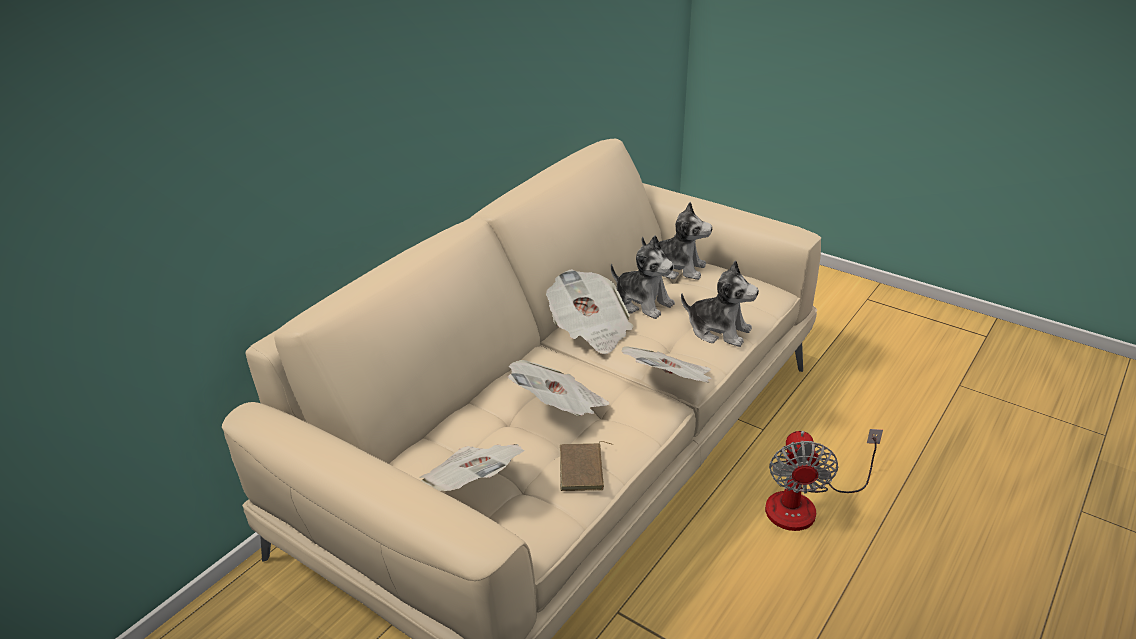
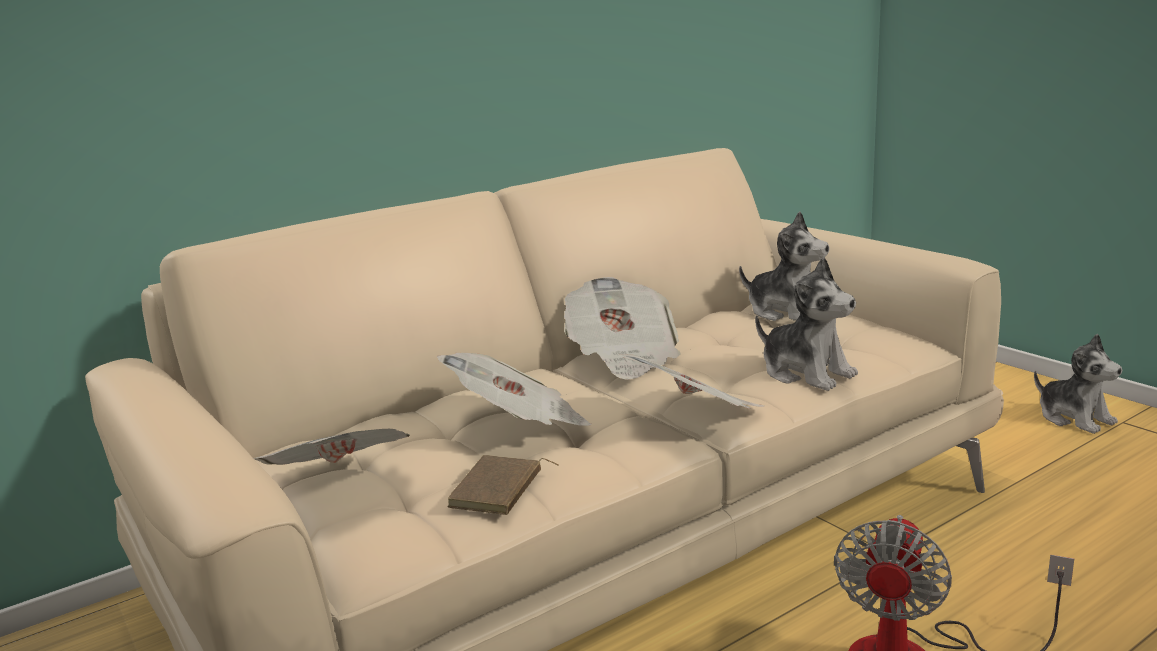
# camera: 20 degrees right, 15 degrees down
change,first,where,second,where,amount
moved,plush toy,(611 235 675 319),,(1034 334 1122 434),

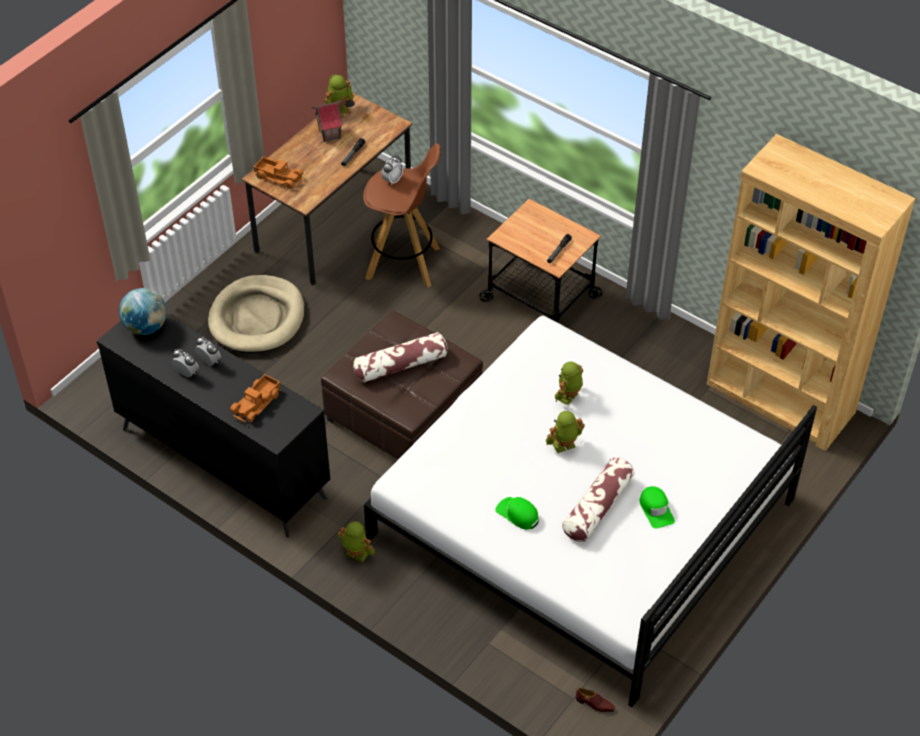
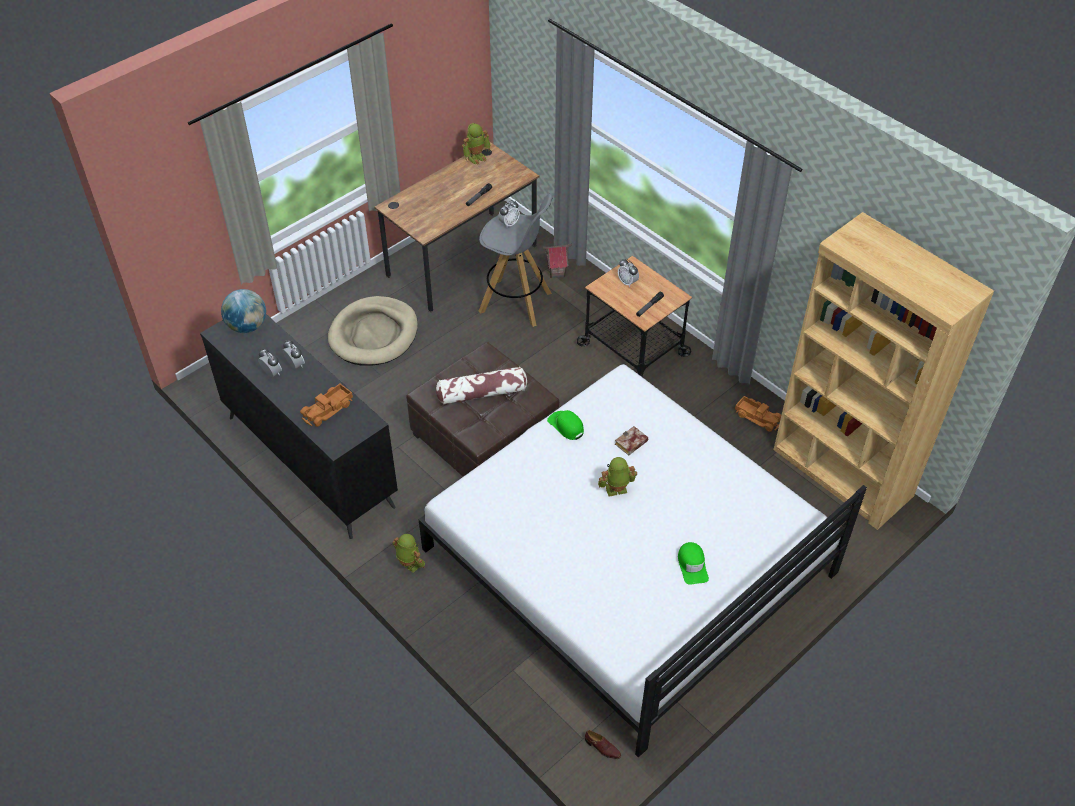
# camera: 10 degrees right, 0 degrees up
change,first,where,second,where,amount
removed,cushion,(562 457 635 542),,,
added,,,bedside clock,(618 259 639 287),
moved,toy truck,(254 157 304 189),,(735 396 781 432),
moved,miniature house,(311 100 344 142),,(542 244 572 278),
moved,green-coloured cap,(495 497 539 530),,(547 410 584 440),
replaced,toy robot,(555 361 583 405),volume,(615 426 648 455),
recoloured,brown stool,(363 143 441 287),grey stool,(479 193 553 327),

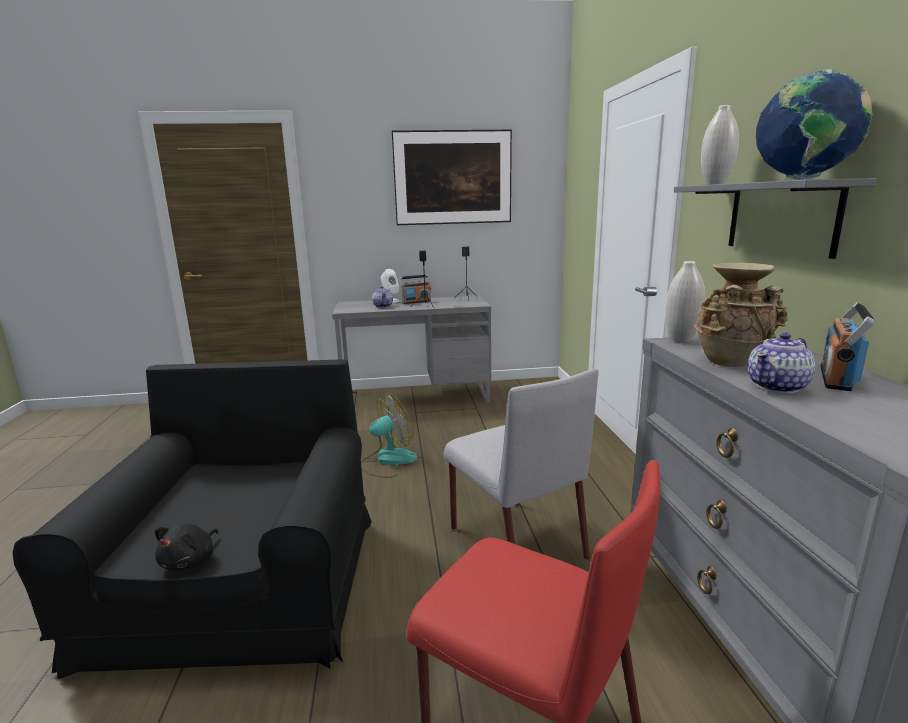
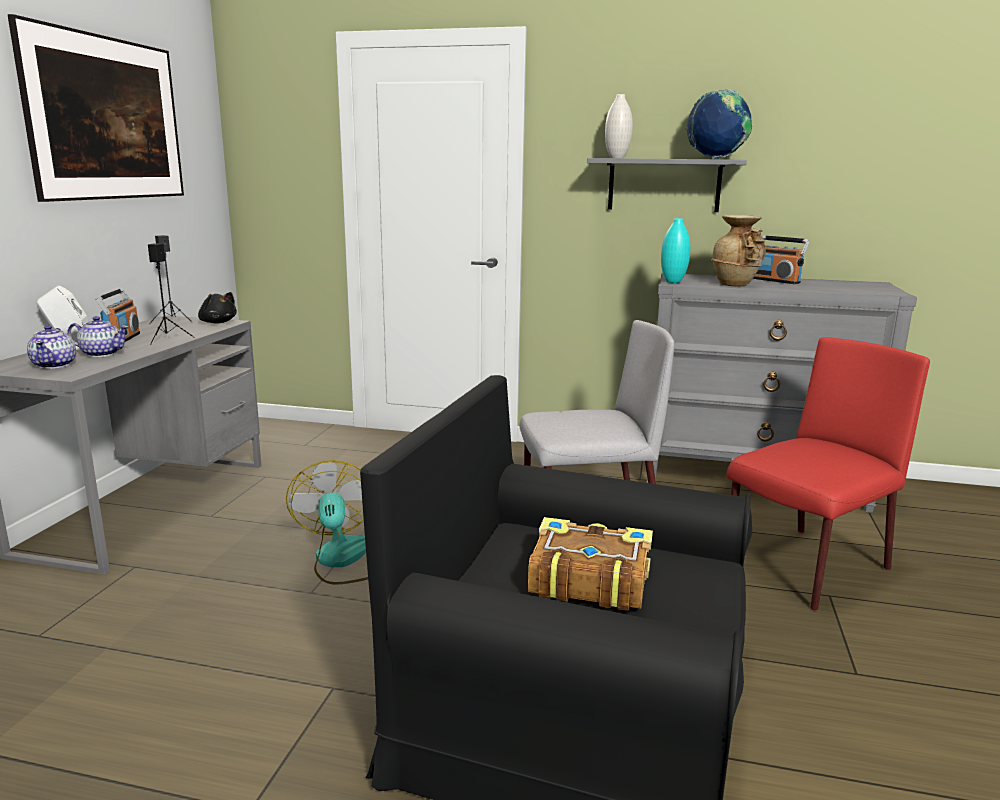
# camera: 70 degrees left, 0 degrees up
change,first,where,second,where,amount
added,,,volume,(528 517 653 611),
moved,black-coloured plush toy,(155 523 218 570),,(198 292 237 324),
moved,teapot,(747 333 815 393),,(27 325 76 369),
recoloured,white-coloured flower vase,(665 261 705 343),turquoise-coloured flower vase,(661 218 691 283),

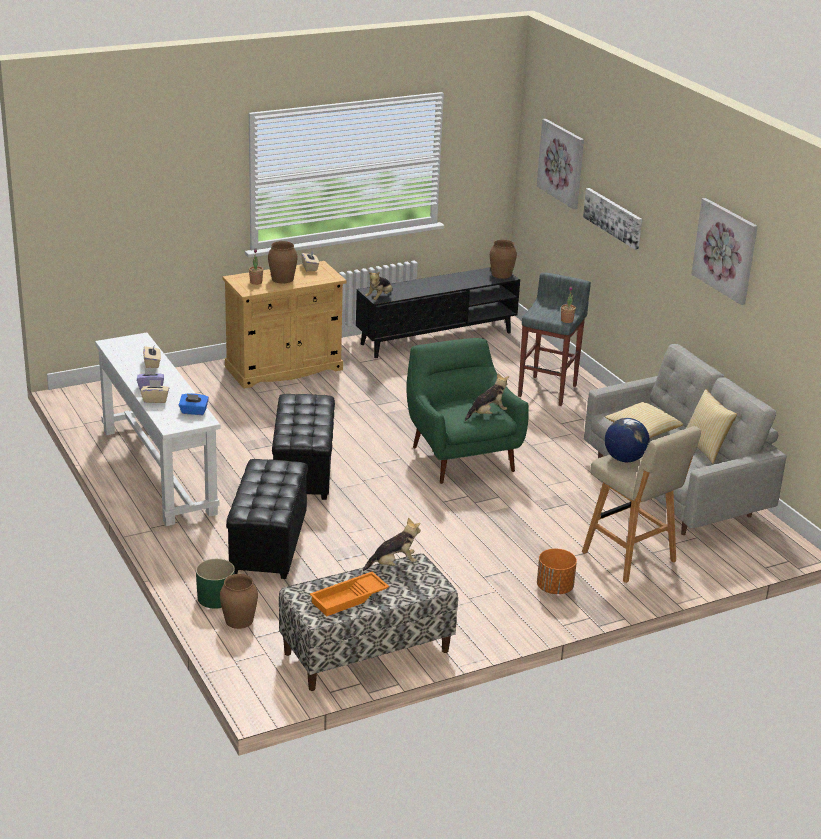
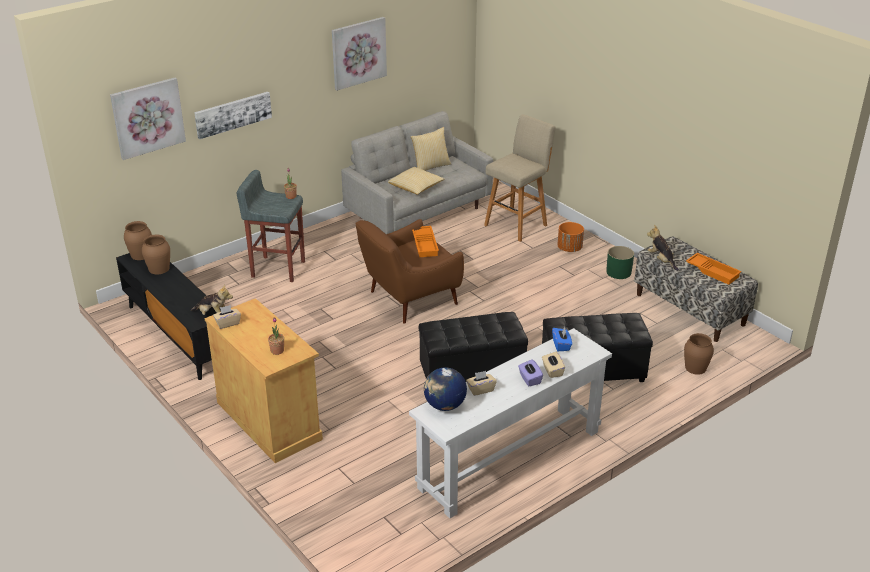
# camera: 100 degrees left, 5 degrees up
change,first,where,second,where,amount
moved,green-coloured flower pot,(196 559 235 609),,(606 246 634 279),
moved,brown flower vase,(268 241 298 283),,(142 235 170 274),
moved,desk globe,(605 418 650 462),,(424 367 467 411),
replaced,plush toy,(465 373 509 421),orange-coloured tray,(412 226 439 257),
recoloured,green-coloured easy chair,(406 338 529 484),brown easy chair,(355 219 464 324),

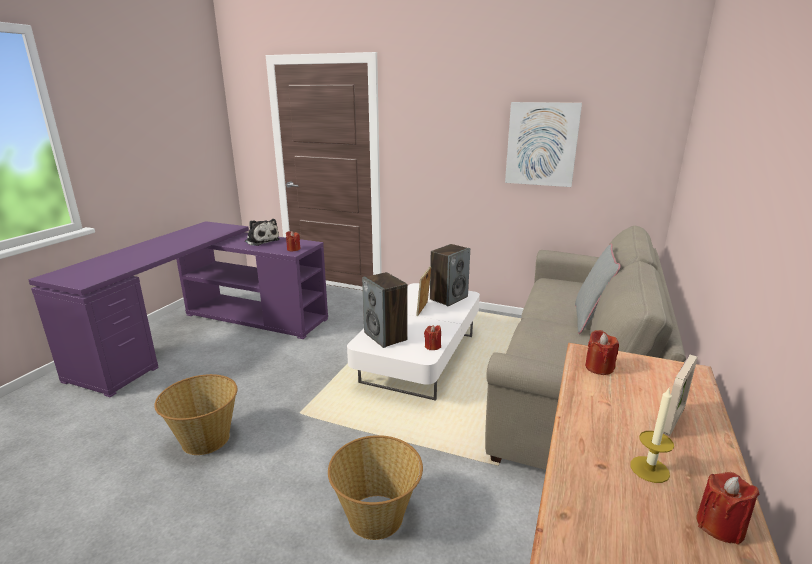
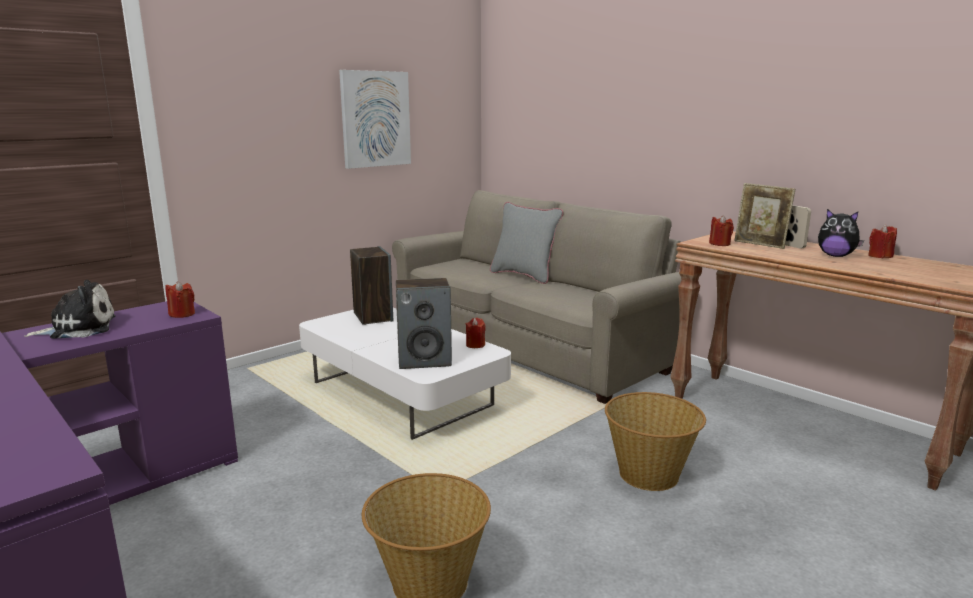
# camera: 65 degrees left, 5 degrees down
change,first,where,second,where,amount
moved,picture frame,(416 266 431 316),,(735 183 795 249),
replaced,wax light,(630 387 674 483),plush toy,(818 209 864 257),

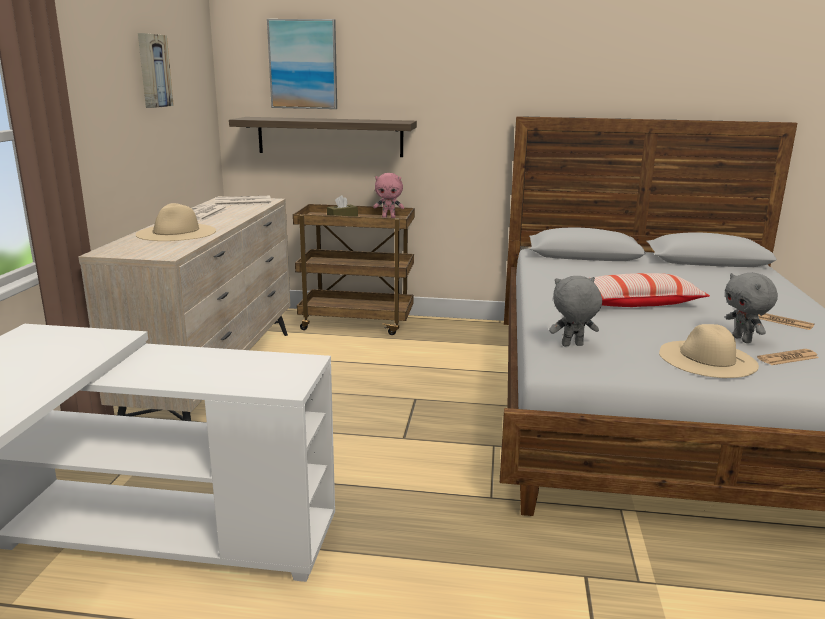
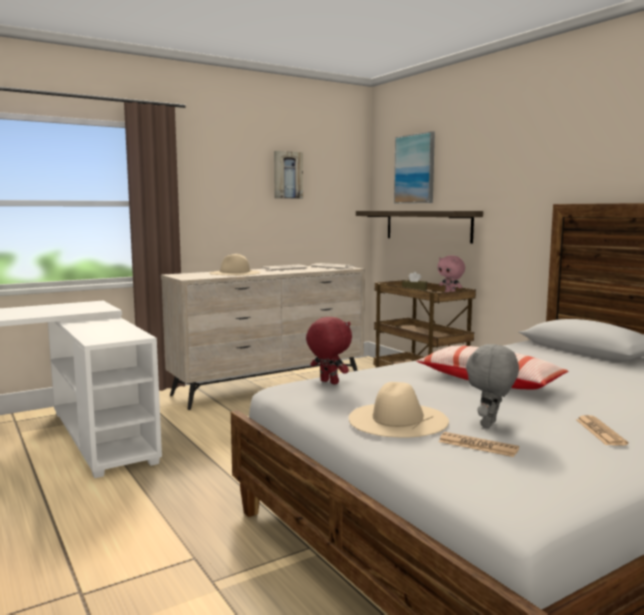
# camera: 50 degrees right, 10 degrees down
change,first,where,second,where,amount
recoloured,grey plush toy,(549 276 602 346),red-coloured plush toy,(306 317 352 384),

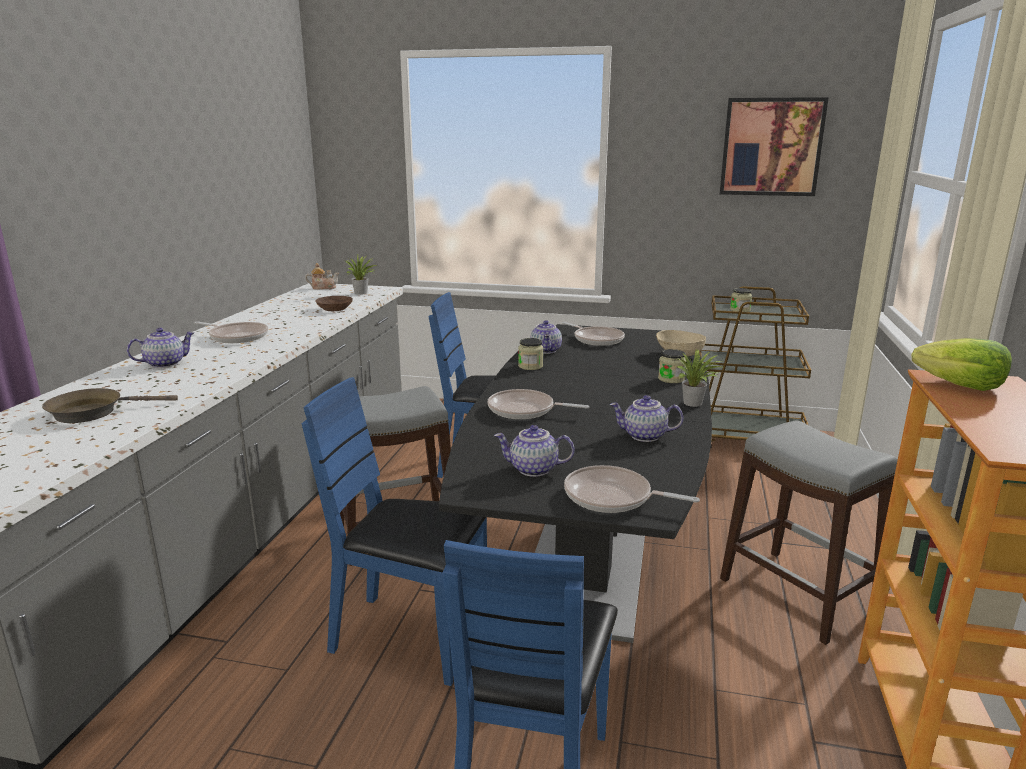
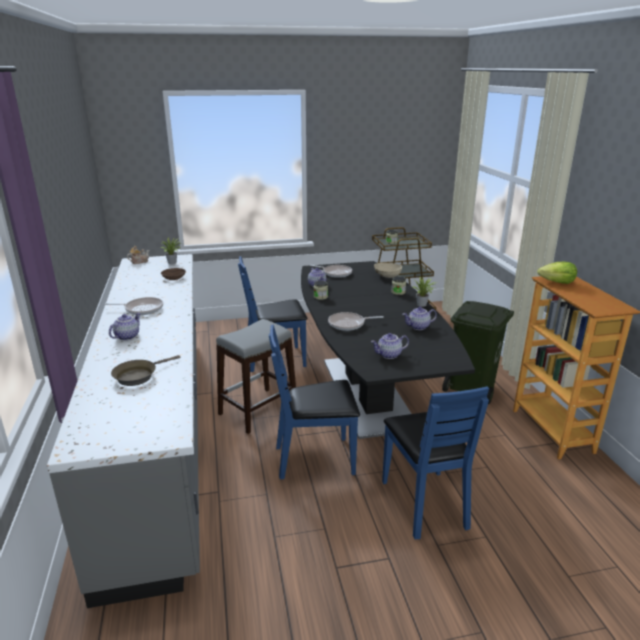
# camera: 25 degrees left, 5 degrees up
change,first,where,second,where,amount
removed,skillet,(564 465 700 513),,,
removed,wall art,(720 97 829 196),,,
replaced,grey stool,(720 421 898 645),green-coloured rubbish bin,(442 301 514 404),

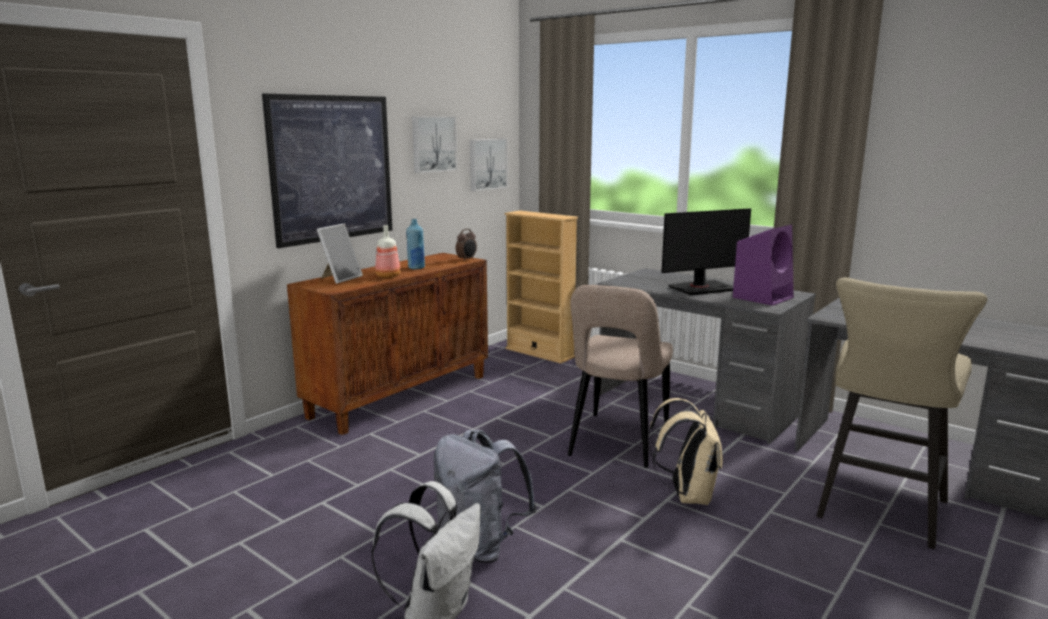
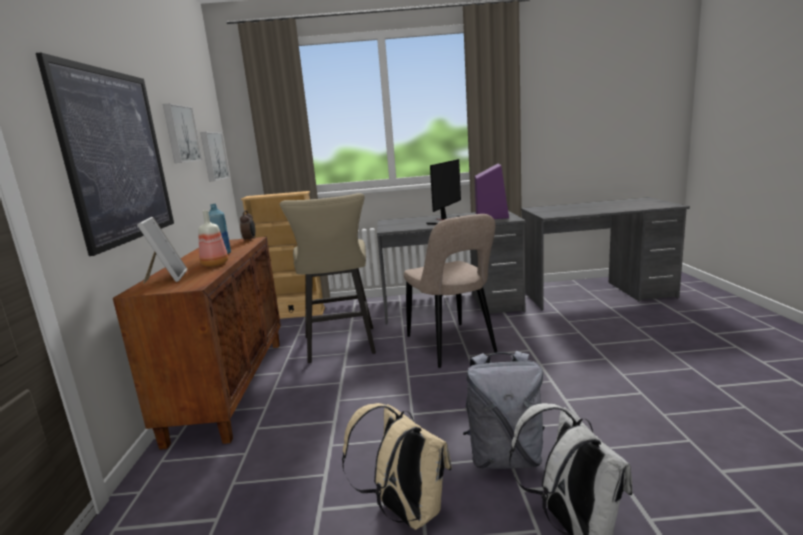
# camera: 40 degrees left, 0 degrees up
change,first,where,second,where,amount
moved,beige rucksack,(647 398 723 505),,(342 403 452 530),
moved,beige stool,(817 278 987 549),,(280 193 376 363),

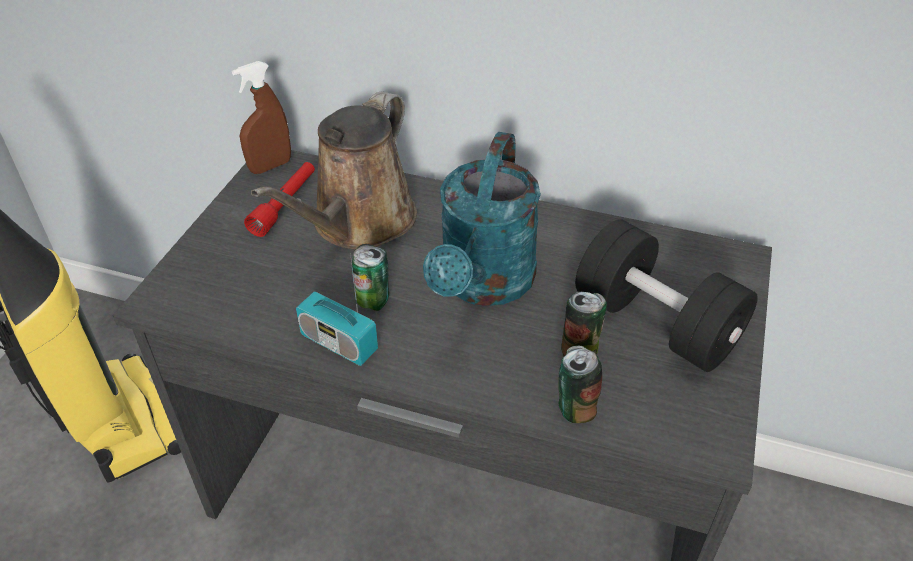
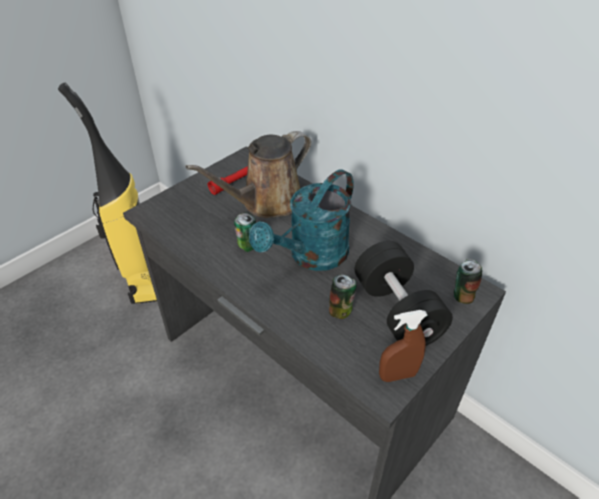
# camera: 25 degrees right, 0 degrees up
change,first,where,second,where,amount
removed,radio receiver,(296 253 378 366),,,
moved,brown spray bottle,(232 61 291 174),,(379 310 428 382),
moved,metal can,(558 346 602 423),,(454 259 482 304),

